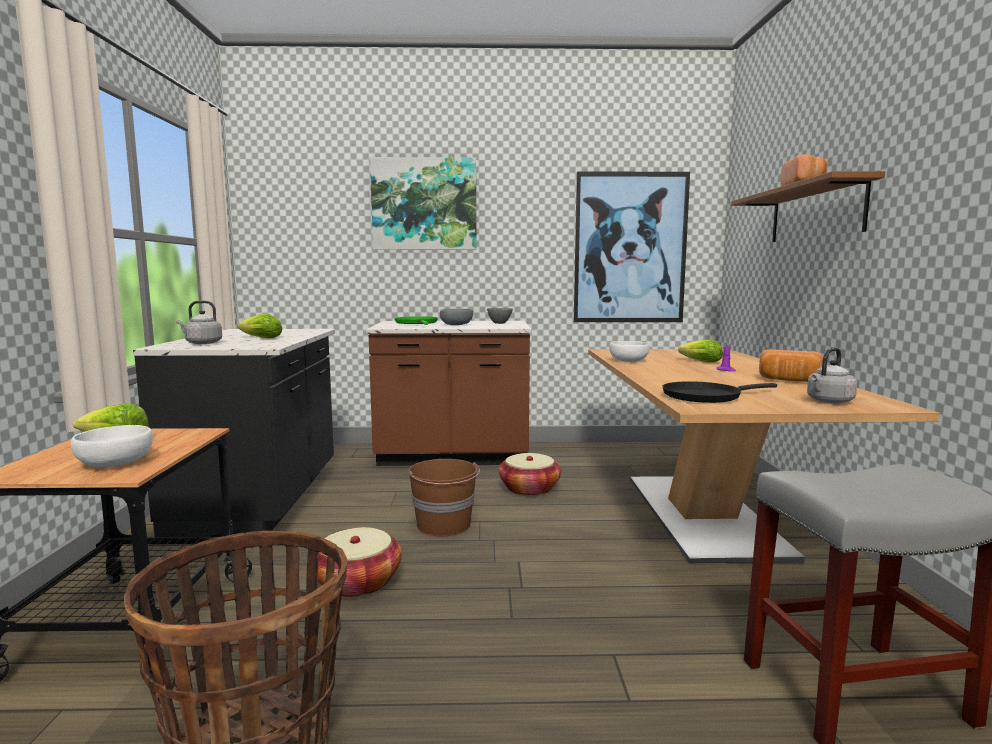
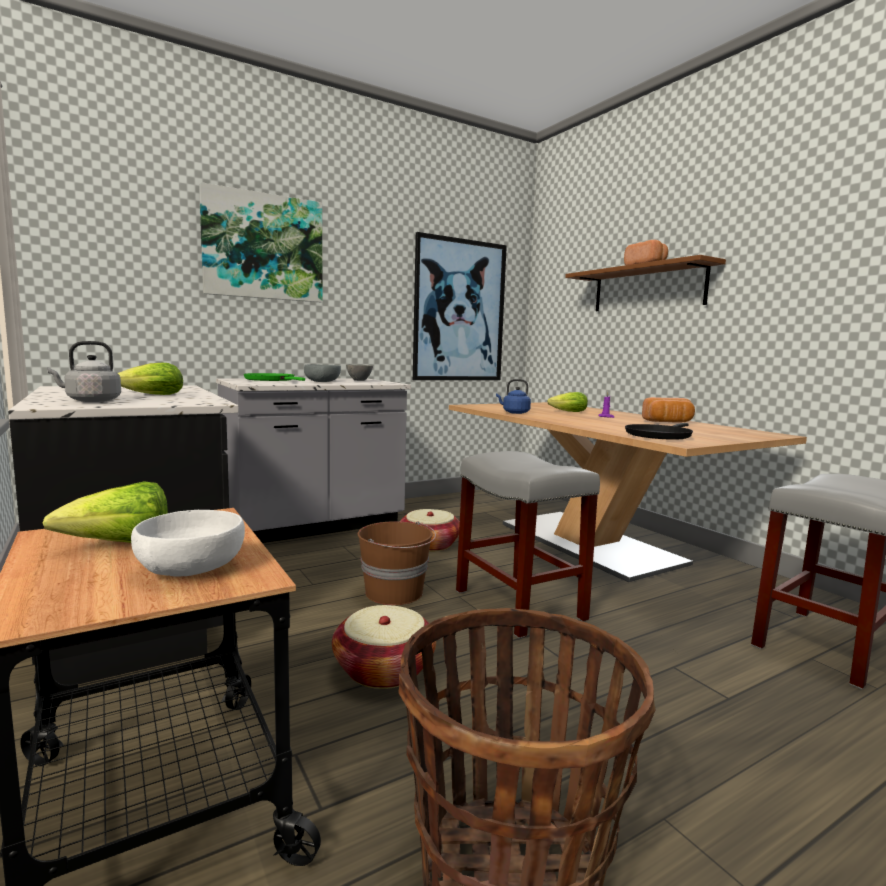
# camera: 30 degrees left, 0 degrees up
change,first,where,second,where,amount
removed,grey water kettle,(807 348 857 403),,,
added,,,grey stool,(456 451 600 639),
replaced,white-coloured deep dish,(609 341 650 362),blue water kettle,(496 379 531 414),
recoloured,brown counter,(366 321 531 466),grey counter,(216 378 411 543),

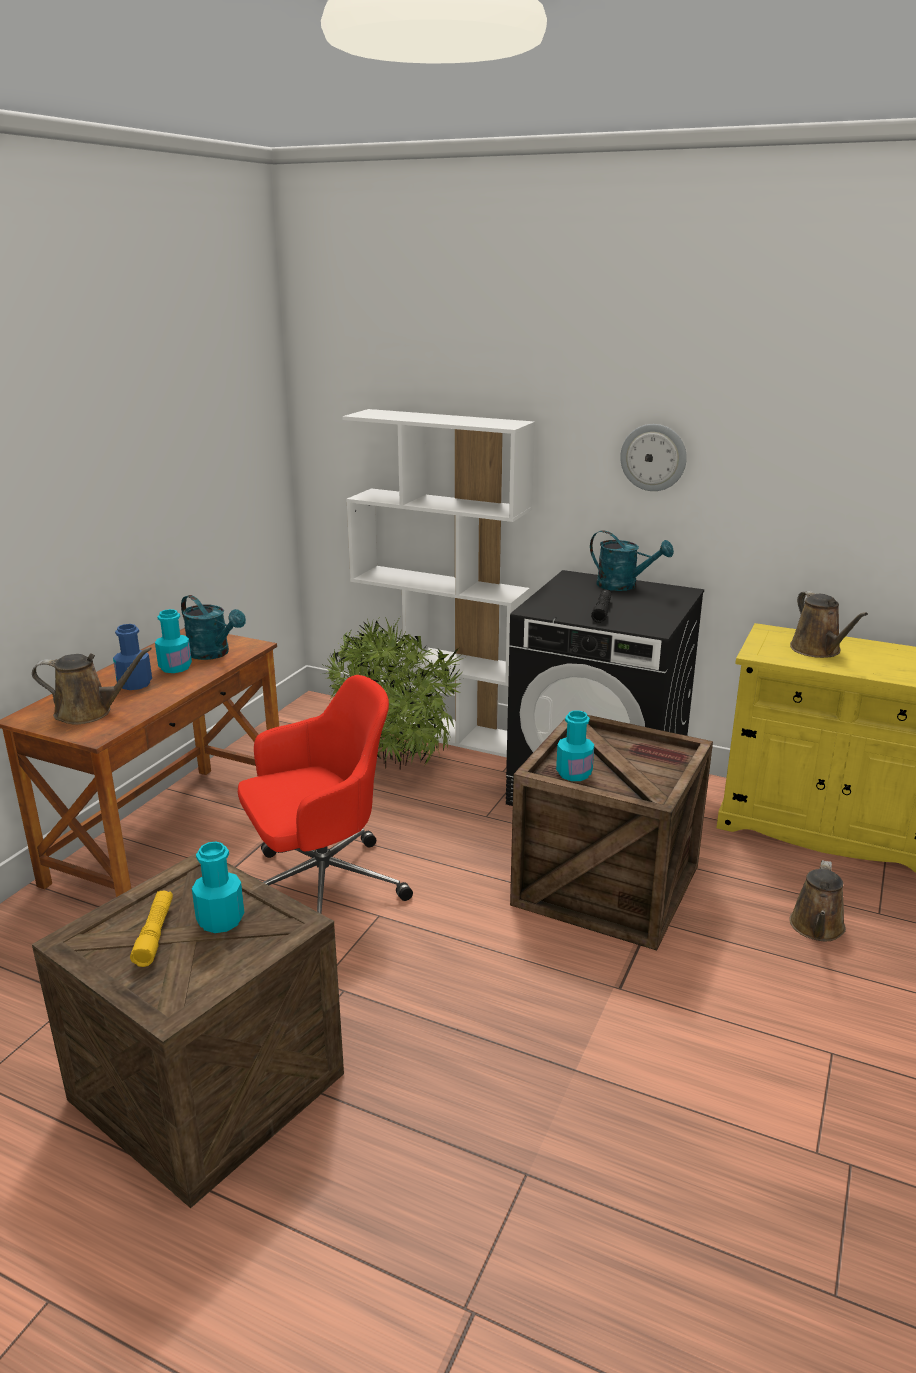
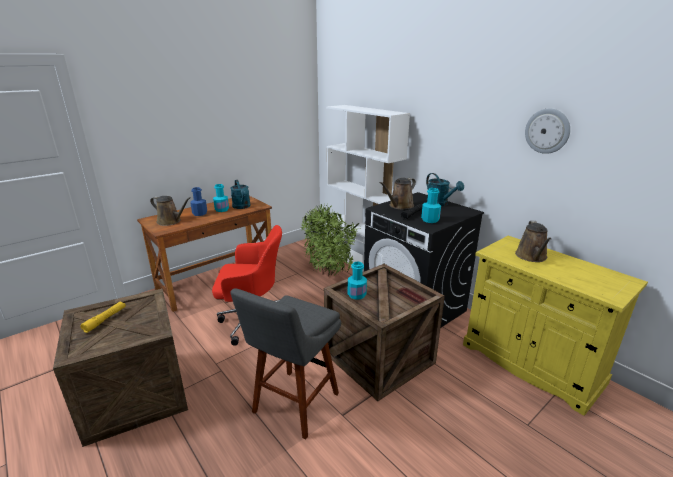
# camera: 25 degrees right, 0 degrees up
change,first,where,second,where,amount
added,,,grey stool,(230 289 341 439),
moved,turquoise-coloured drink bottle,(192 841 244 933),,(421 188 441 223),
moved,wall clock,(620 424 687 491),,(525 109 570 154),
moved,brown watering pot,(789 860 846 941),,(379 178 416 210),

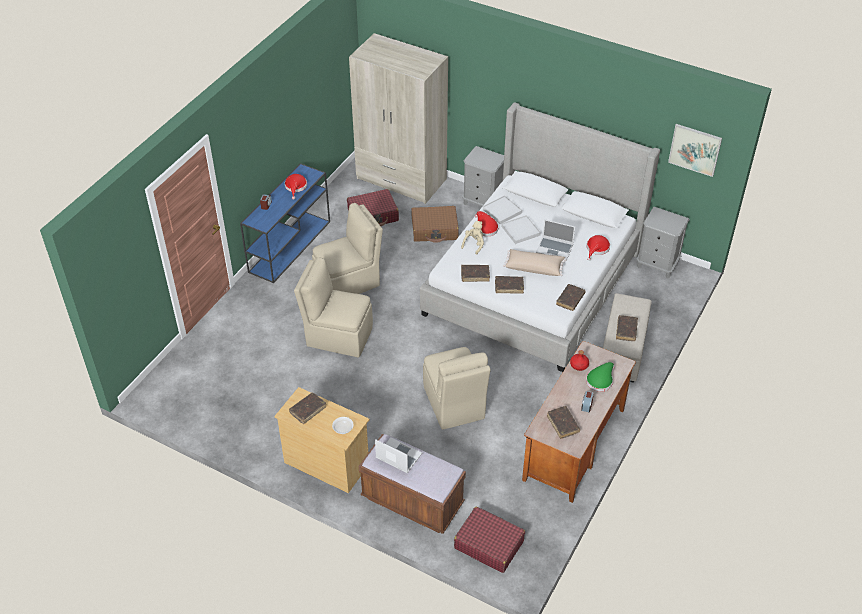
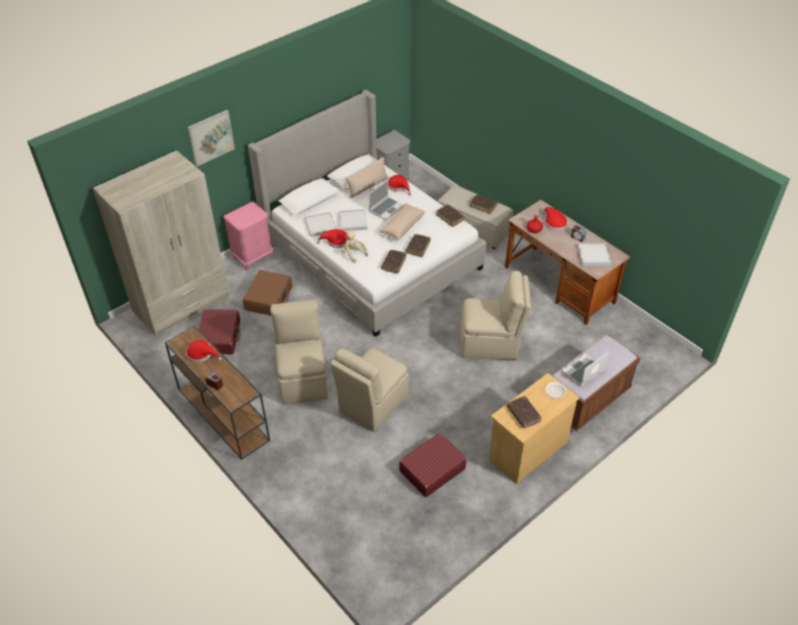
# camera: 70 degrees left, 0 degrees up
change,first,where,second,where,amount
added,,,beige cushion,(344 157 389 198),
moved,red-coloured piece of luggage,(454 507 525 573),,(399 433 467 497),
moved,wall art,(668 124 722 177),,(187 110 235 167),
replaced,brown volume,(547 406 580 439),white-coloured tray,(577 243 611 266),
recoloured,blue narrow table,(240 163 330 283),brown narrow table,(165 326 270 460),
recoloured,grey bedside table,(462 146 504 206),pinkish bedside table,(223 201 273 270),
recoloured,green-coloured wearable hat,(586 362 615 392),red-coloured wearable hat,(542 207 567 231),

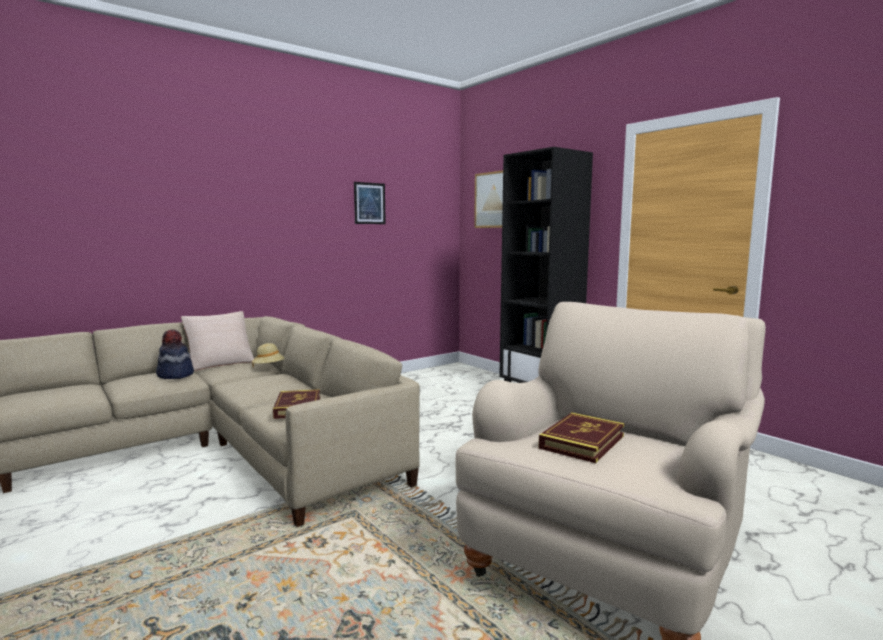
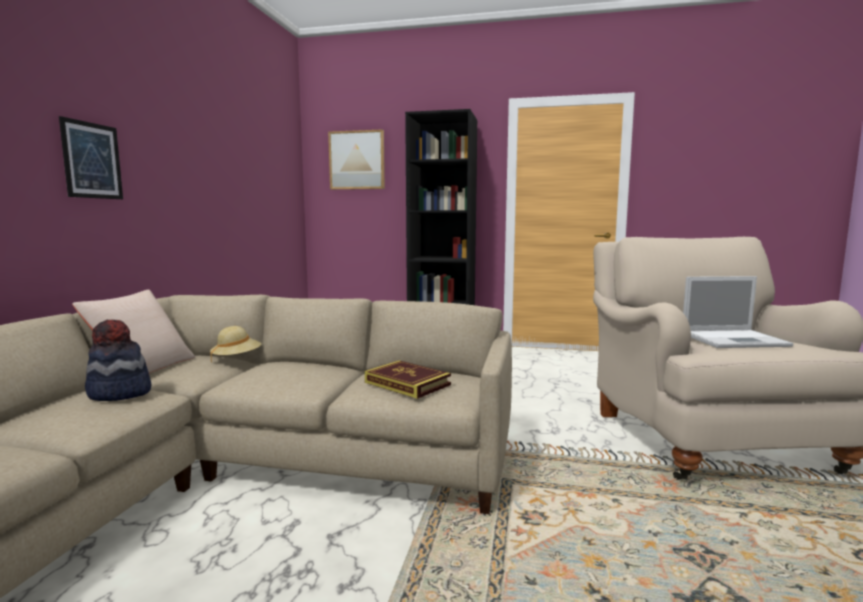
# camera: 40 degrees left, 0 degrees up
change,first,where,second,where,amount
moved,wall art,(354 182 386 224),,(59 116 123 199),
replaced,volume,(539 412 624 463),portable computer,(683 276 794 348),

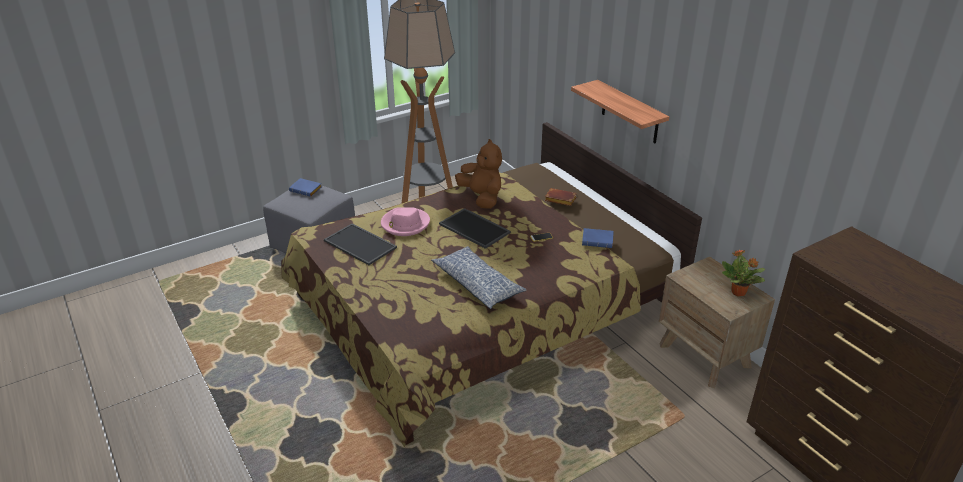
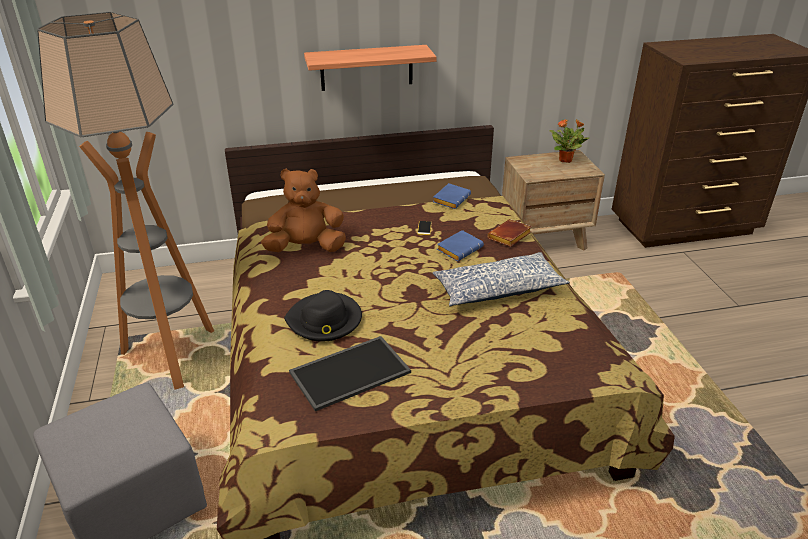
# camera: 70 degrees left, 0 degrees up
change,first,where,second,where,amount
removed,tray,(439 208 511 249),,,
moved,blue volume,(289 178 322 197),,(437 230 484 261),
moved,brown volume,(545 188 577 206),,(487 219 532 247),
recoloured,pinkish wearable hat,(381 207 430 236),black-coloured wearable hat,(284 290 362 341),

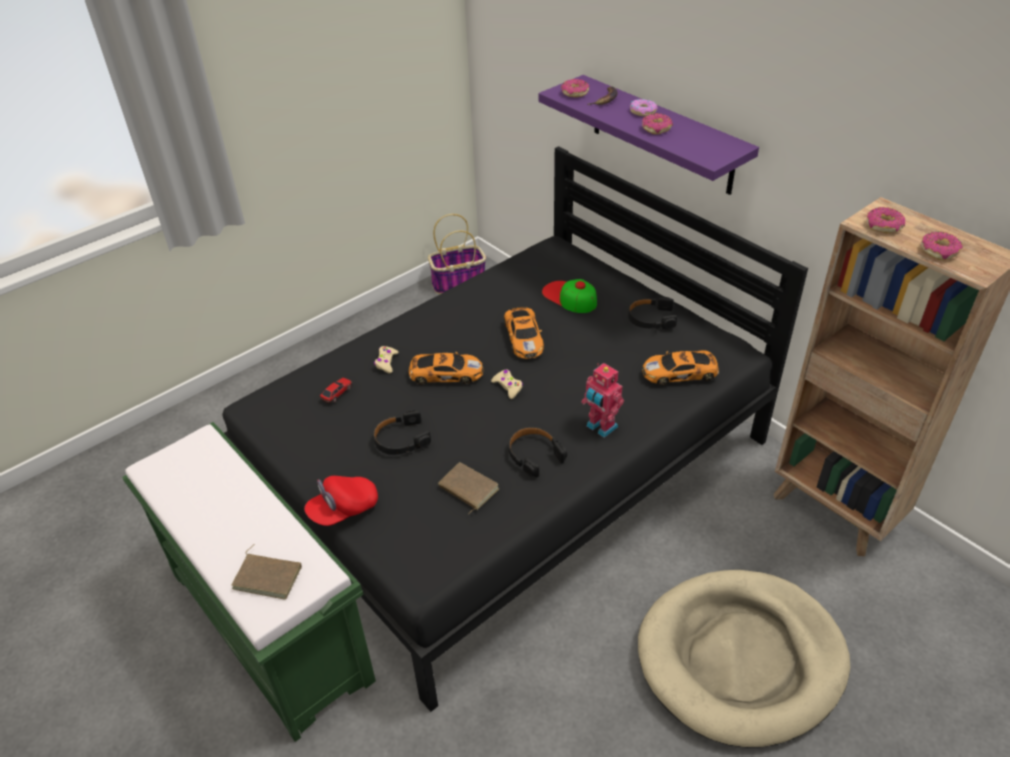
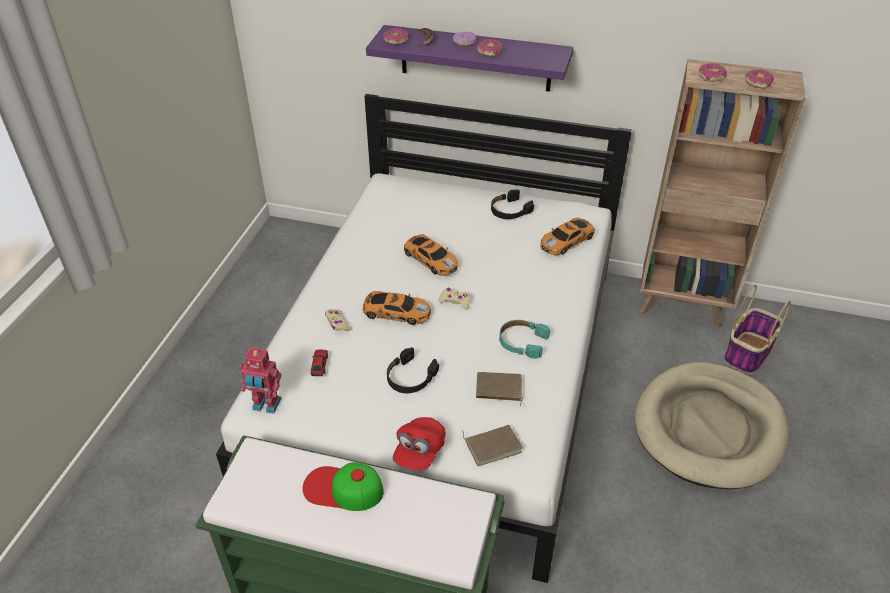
# camera: 35 degrees left, 0 degrees up
change,first,where,second,where,amount
moved,brown volume,(232 544 302 599),,(462 425 523 466),
moved,storage basket,(428 214 486 295),,(724 285 791 374),
moved,cap,(542 279 597 313),,(303 462 384 511),
moved,toy robot,(582 363 624 438),,(240 348 281 414),
recoloured,black-coloured sleeping bed,(222 146 808 712),white-coloured sleeping bed,(216 94 632 583),
recoloured,black-coloured headphones,(509 427 567 478),turquoise-coloured headphones,(499 320 550 359),
turned,miniature car,(409 351 483 385),,(363 291 431 325),45 degrees clockwise

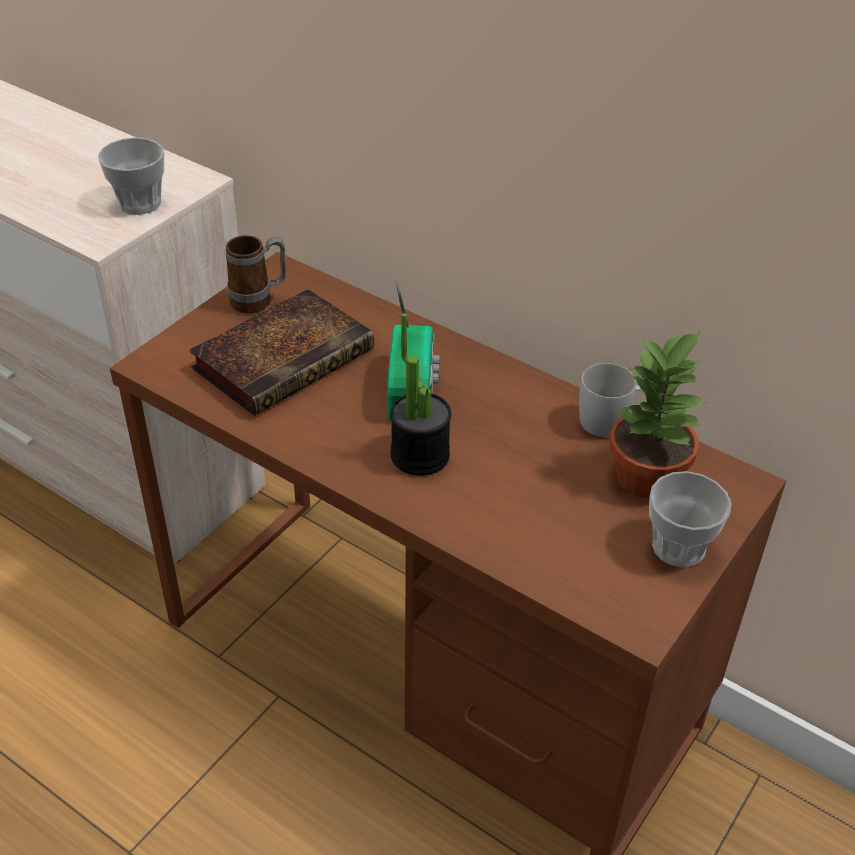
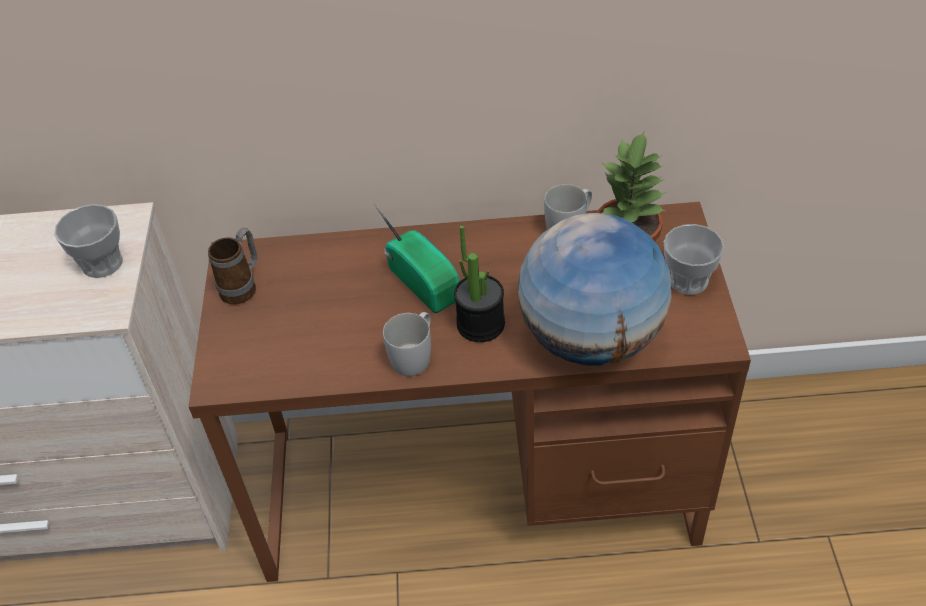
# camera: 35 degrees left, 5 degrees up
change,first,where,second,where,amount
removed,volume,(189 289 374 416),,,
added,,,white-coloured tea mug,(383 312 431 376),
added,,,desk globe,(518 213 672 366),

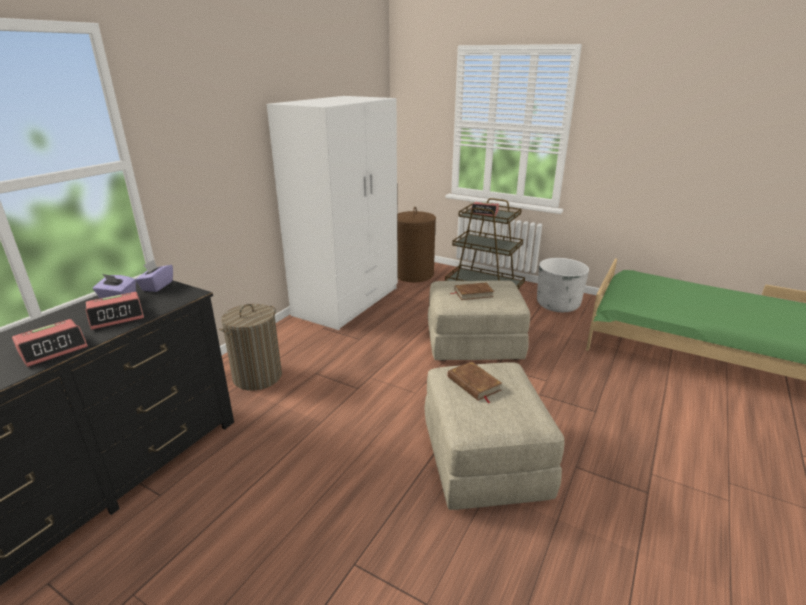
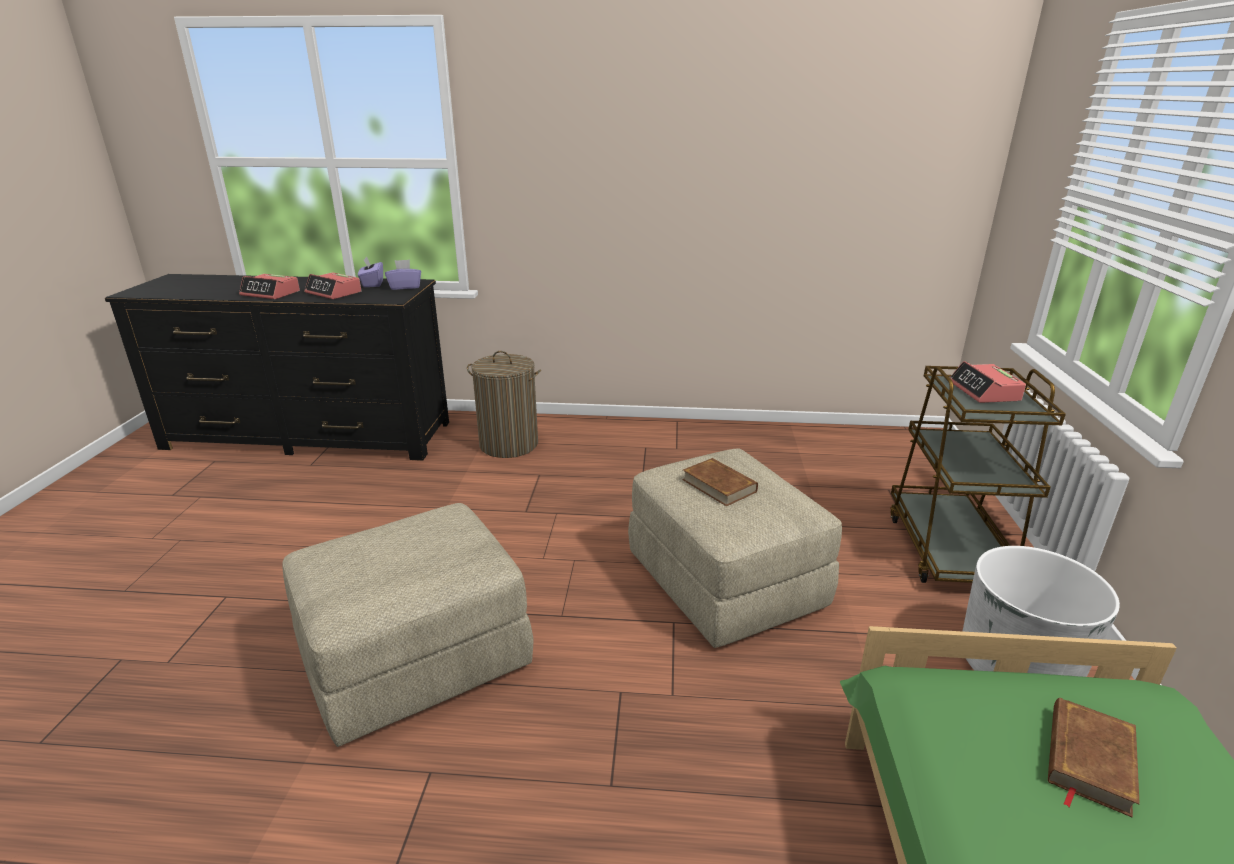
# camera: 65 degrees right, 0 degrees up
change,first,where,second,where,amount
removed,white-coloured clothes cupboard,(267 96 398 330),,,
removed,brown hamper,(397 207 436 282),,,
moved,brown volume,(448 361 502 403),,(1048 698 1140 818),

